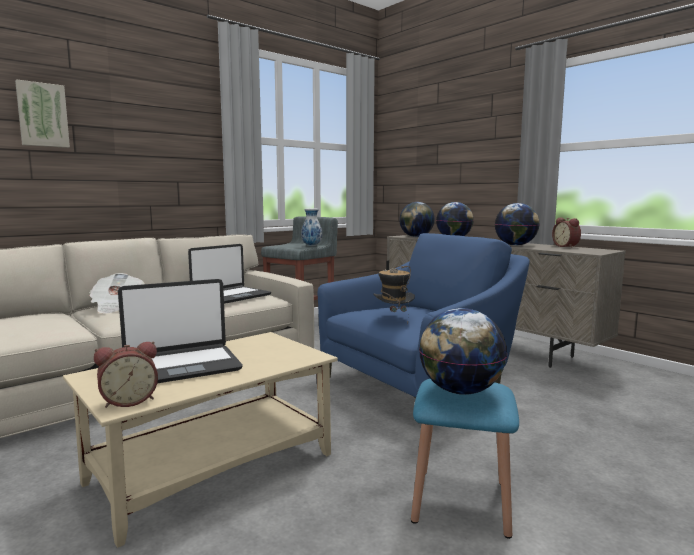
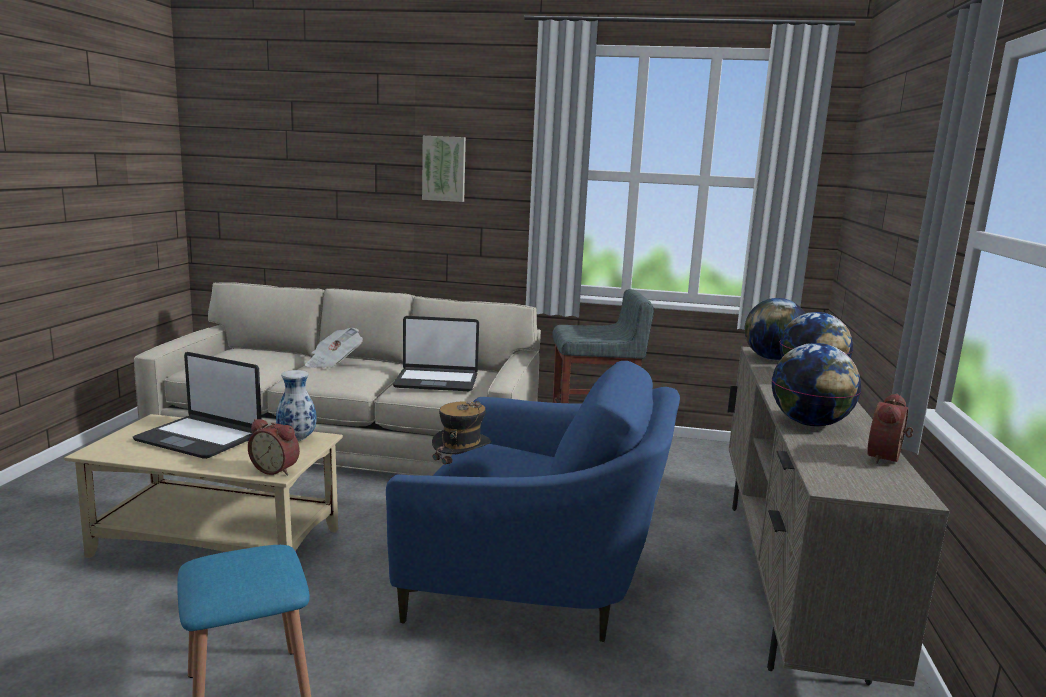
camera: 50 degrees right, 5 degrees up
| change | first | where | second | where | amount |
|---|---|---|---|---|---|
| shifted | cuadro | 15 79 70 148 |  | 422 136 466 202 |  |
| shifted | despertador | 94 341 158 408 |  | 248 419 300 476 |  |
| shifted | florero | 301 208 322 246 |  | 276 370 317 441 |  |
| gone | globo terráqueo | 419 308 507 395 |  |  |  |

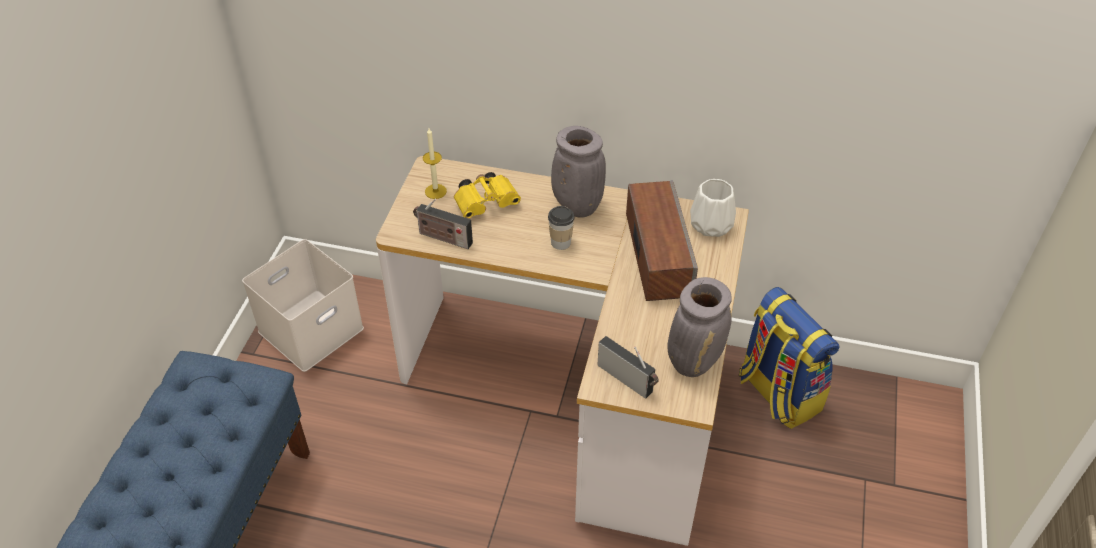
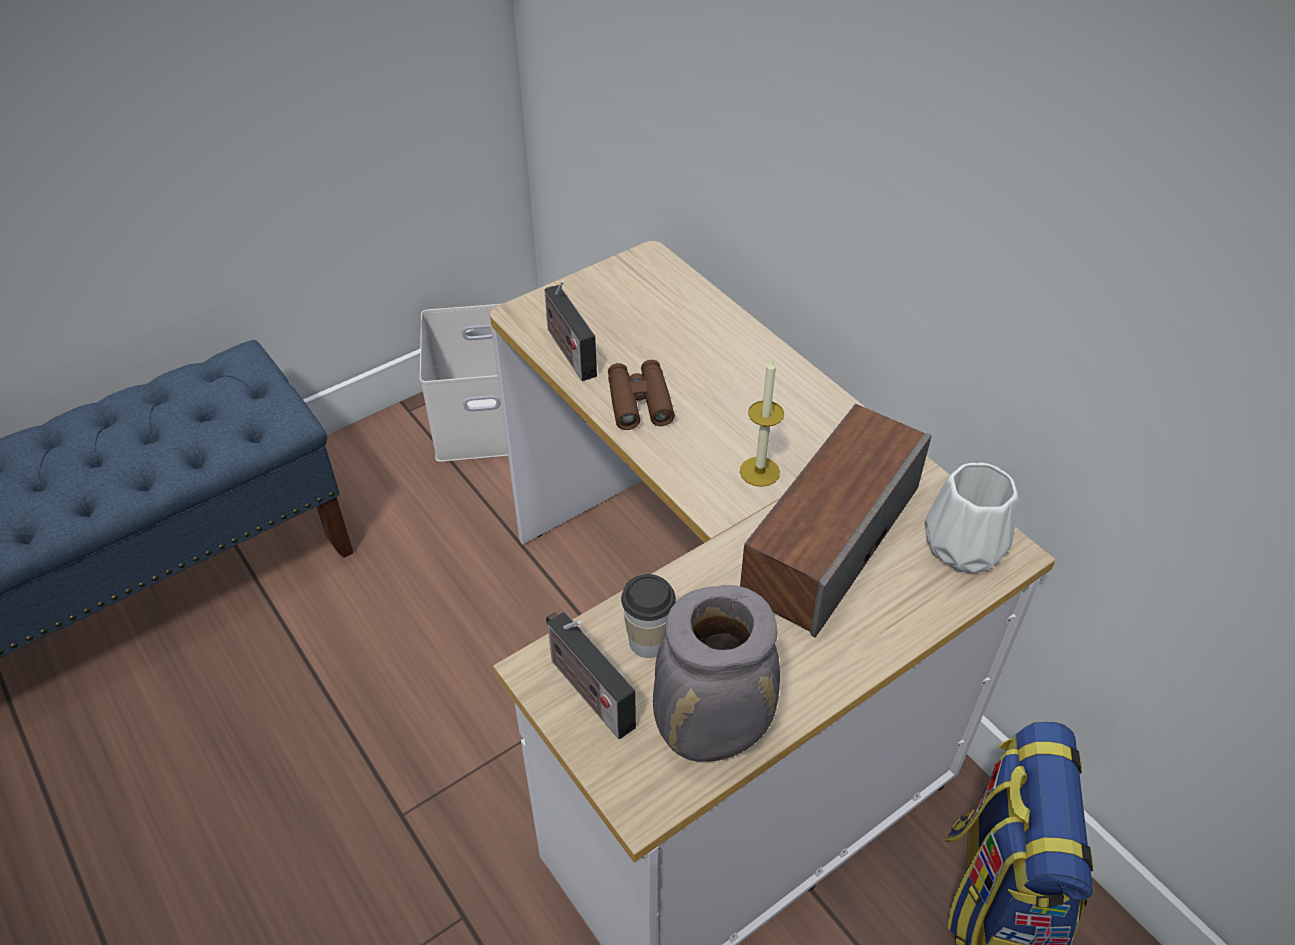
camera: 40 degrees right, 0 degrees up
| change | first | where | second | where | amount |
|---|---|---|---|---|---|
| shifted | vela | 423 128 447 199 |  | 740 359 784 487 |  |
| gone | prismáticos/amarillo | 454 172 521 219 |  |  |  |
| shifted | taza | 548 206 575 250 |  | 621 574 676 658 |  |
| gone | florero/gris | 551 126 606 218 |  |  |  |
| rotated | radio | 598 336 659 399 |  | 546 612 636 739 | 150 degrees clockwise |
| new |  |  | prismáticos/marrón | 608 360 675 430 |  |

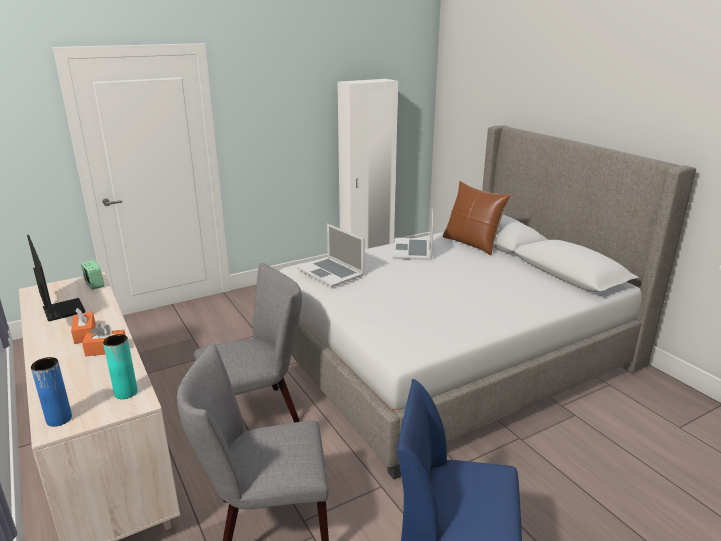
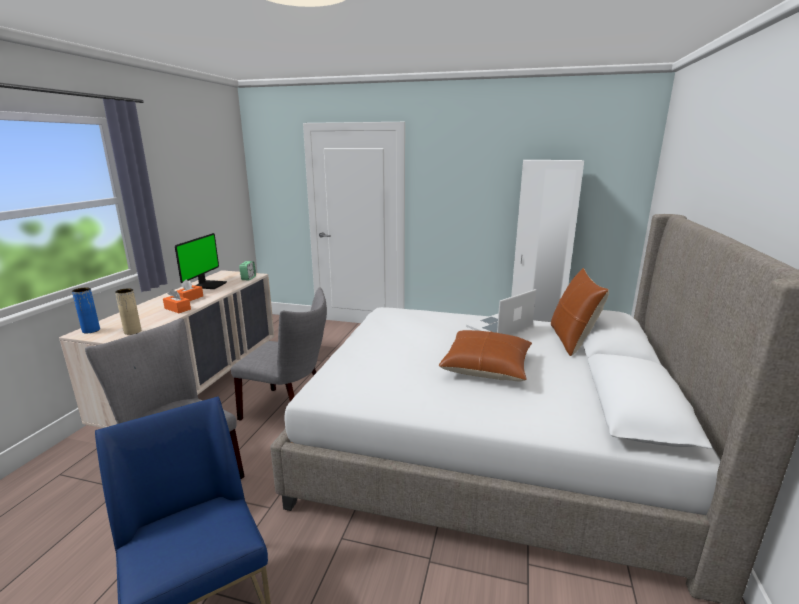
camera: 45 degrees right, 5 degrees down
| change | first | where | second | where | amount |
|---|---|---|---|---|---|
| repainted | florero/turquesa | 103 334 138 399 | florero/beis | 115 288 141 335 |  |
| gone | portátil | 297 224 364 287 |  |  |  |
| new |  |  | cojín/marrón | 439 330 532 381 |  |

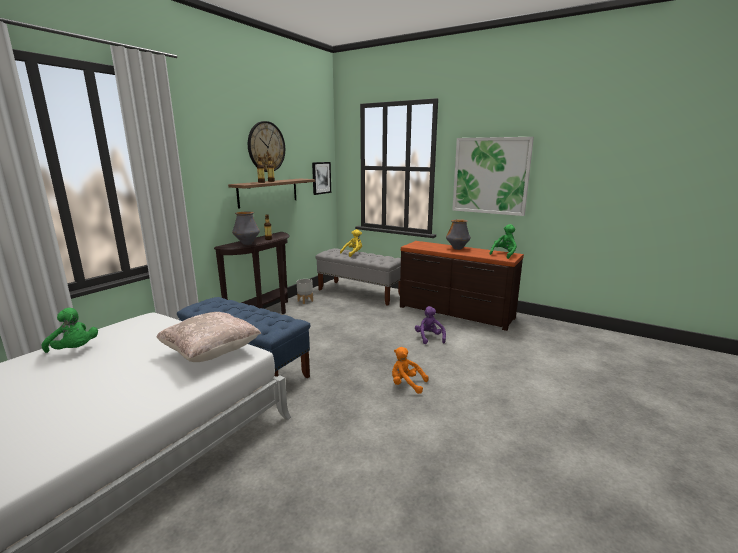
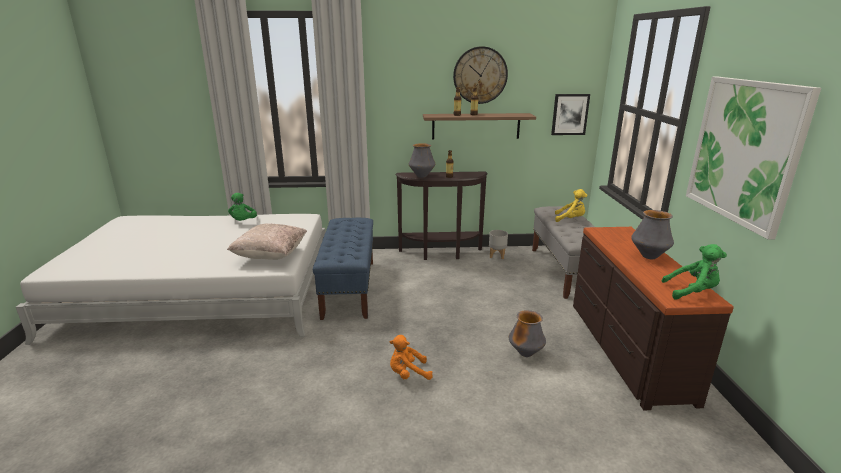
camera: 55 degrees right, 5 degrees up
| change | first | where | second | where | amount |
|---|---|---|---|---|---|
| rotated | peluche/naranja | 392 347 429 394 |  | 390 335 433 380 | 90 degrees counterclockwise |
| swapped | peluche/morado | 415 306 446 344 | florero | 509 310 546 357 |  |

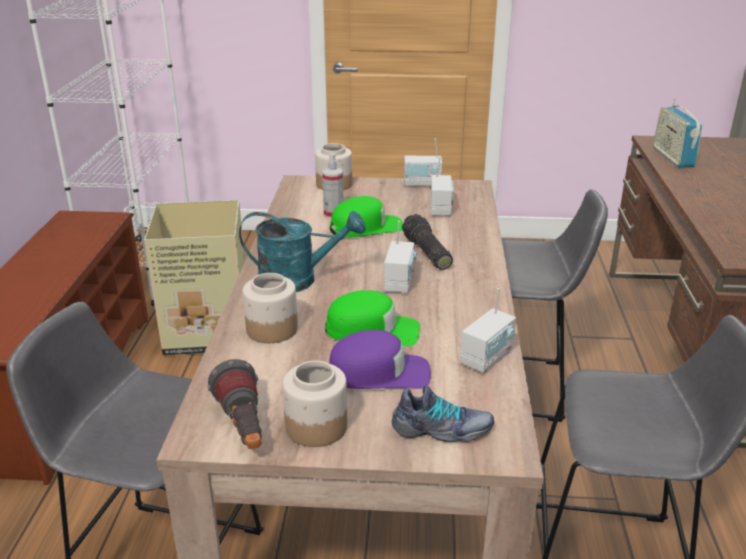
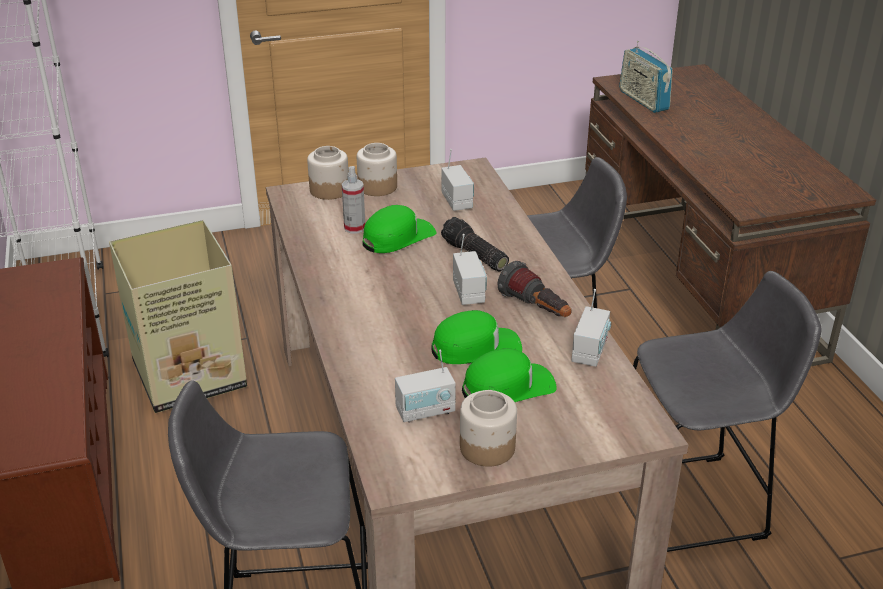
camera: 20 degrees left, 5 degrees up
| change | first | where | second | where | amount |
|---|---|---|---|---|---|
| shifted | linterna | 208 359 262 449 |  | 497 261 572 317 |  |
| gone | regadera/turquesa | 239 211 365 292 |  |  |  |
| shifted | tarro | 243 273 298 343 |  | 357 143 397 196 |  |
| repainted | gorra/morado | 329 330 431 389 | gorra/verde | 462 348 557 402 |  |
| gone | zapato | 392 385 494 442 |  |  |  |
| shifted | radio | 404 138 442 187 |  | 395 349 456 422 |  |

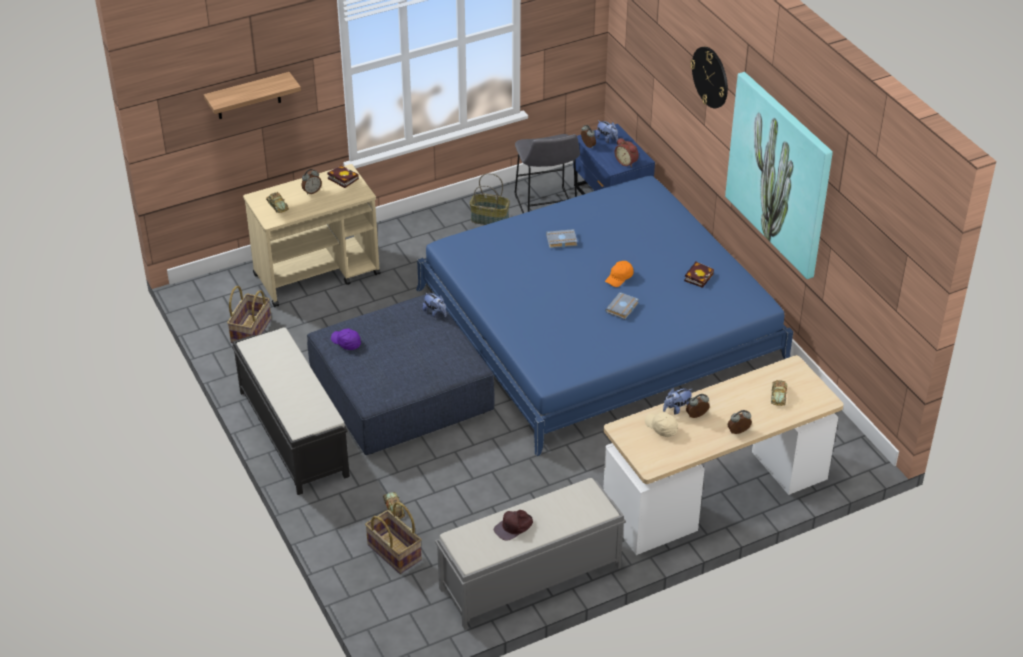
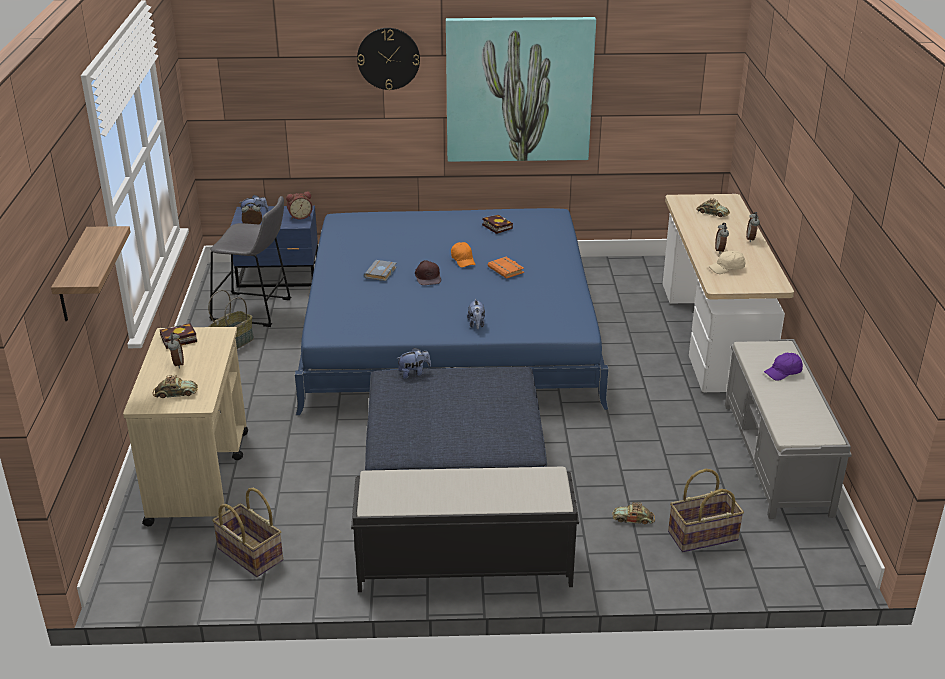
camera: 65 degrees left, 10 degrees down
| change | first | where | second | where | amount |
|---|---|---|---|---|---|
| shifted | gorra/morado | 331 328 361 350 |  | 764 353 803 381 |  |
| shifted | gorra/marrón | 494 510 533 541 |  | 415 260 441 285 |  |
| repainted | libro/gris | 605 292 639 319 | libro/naranja | 488 257 524 279 |  |
| shifted | peluche | 663 388 692 414 |  | 467 298 485 330 |  |

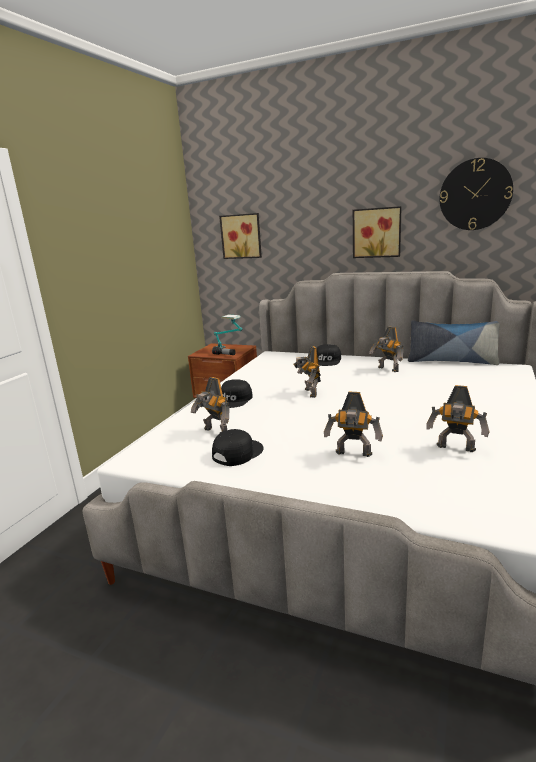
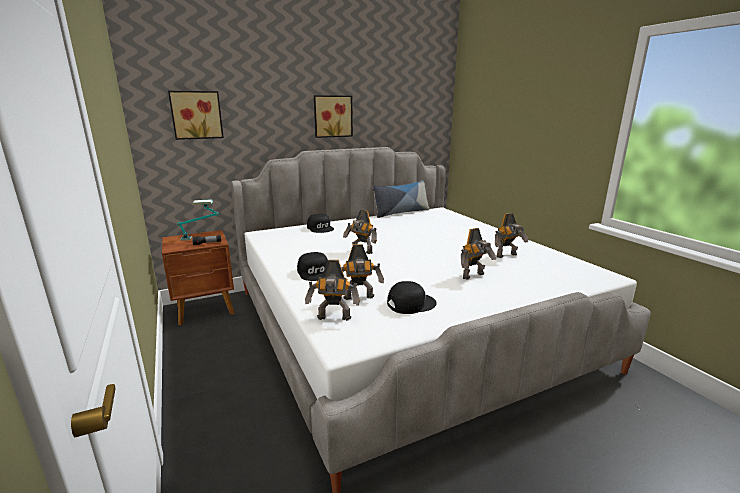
camera: 50 degrees left, 0 degrees up
| change | first | where | second | where | amount |
|---|---|---|---|---|---|
| rotated | gorra/negro | 212 429 264 466 |  | 387 281 437 314 | 75 degrees clockwise |
| shifted | robot de juguete | 369 327 403 372 |  | 305 260 360 321 |  |
| gone | reloj de pared | 440 158 513 230 |  |  |  |

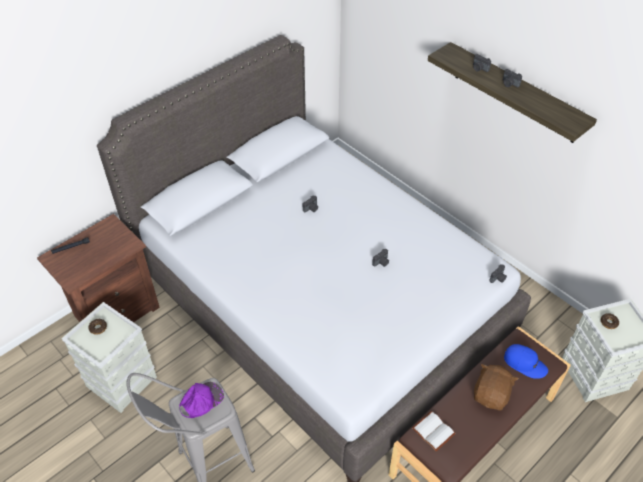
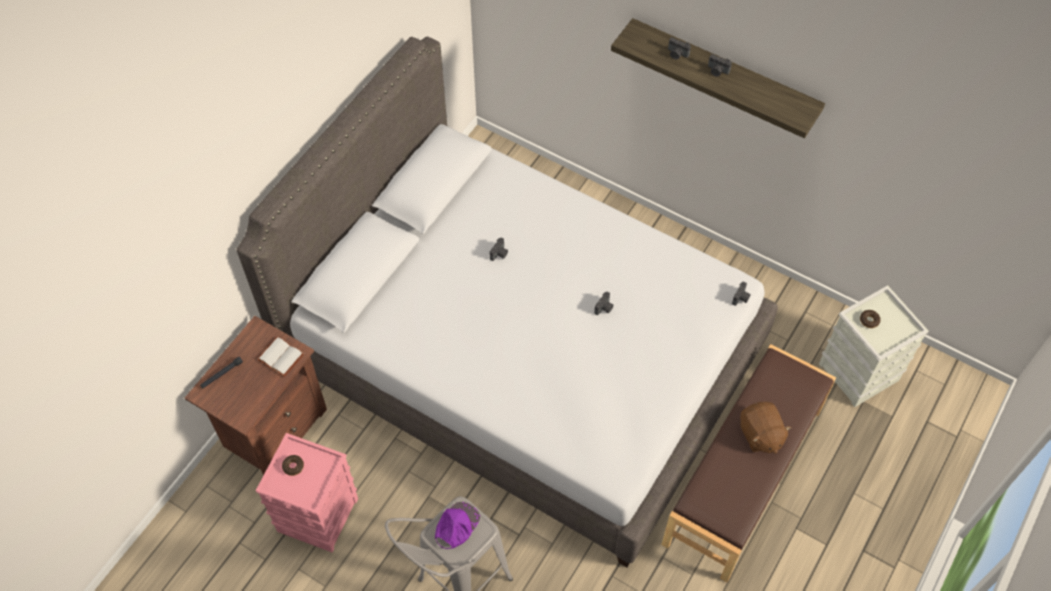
camera: 15 degrees left, 10 degrees up
| change | first | where | second | where | amount |
|---|---|---|---|---|---|
| repainted | caja de almacenaje/gris | 61 302 157 413 | caja de almacenaje/rosa | 256 433 358 552 |  |
| shifted | libro/blanco | 412 411 456 451 |  | 257 337 304 377 |  |
| rotated | peluche/marrón | 474 364 518 411 |  | 740 402 792 454 | 150 degrees clockwise |
| gone | gorra/azul | 504 344 548 379 |  |  |  |

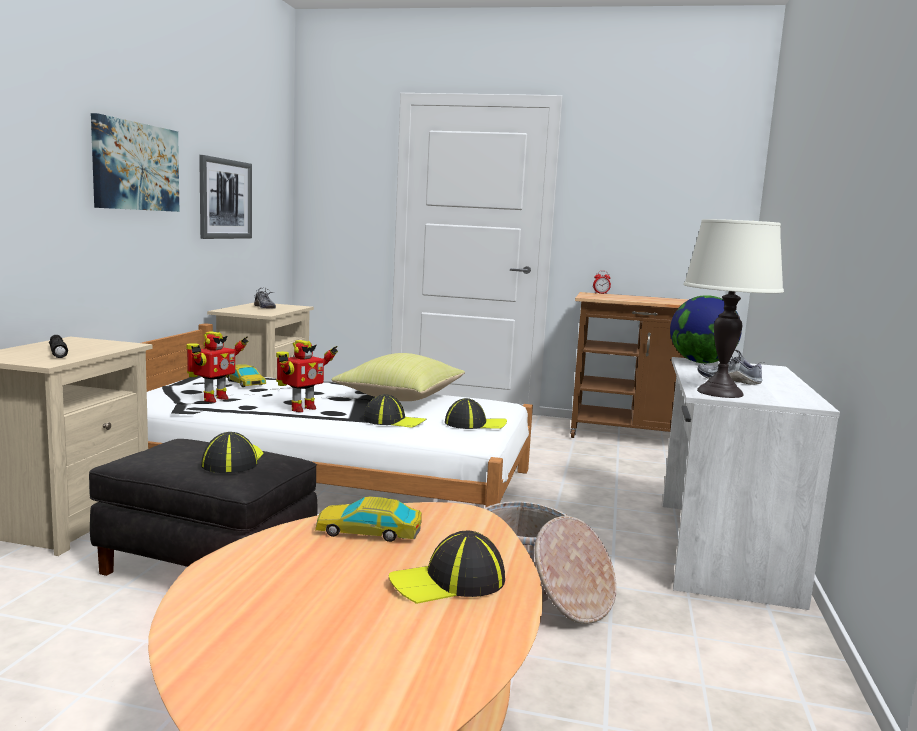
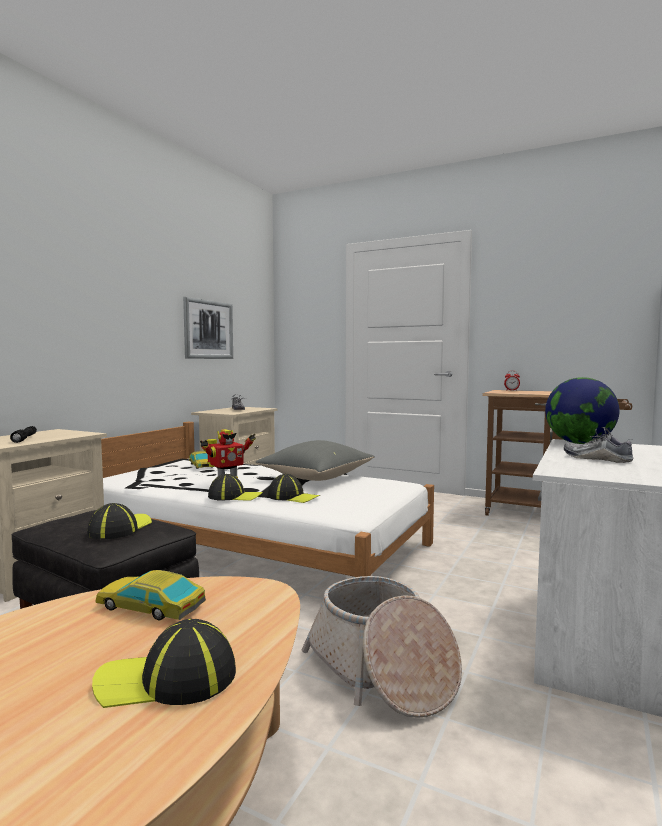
camera: 15 degrees right, 5 degrees down
| change | first | where | second | where | amount |
|---|---|---|---|---|---|
| gone | cuadro | 91 113 179 212 |  |  |  |
| gone | robot de juguete | 186 331 249 403 |  |  |  |
| repainted | cojín/amarillo | 332 353 465 401 | cojín/gris | 256 440 375 481 |  |
| shifted | gorra | 445 398 507 429 |  | 208 474 263 501 |  |
| gone | lámpara de mesa/blanco | 683 219 784 398 |  |  |  |

